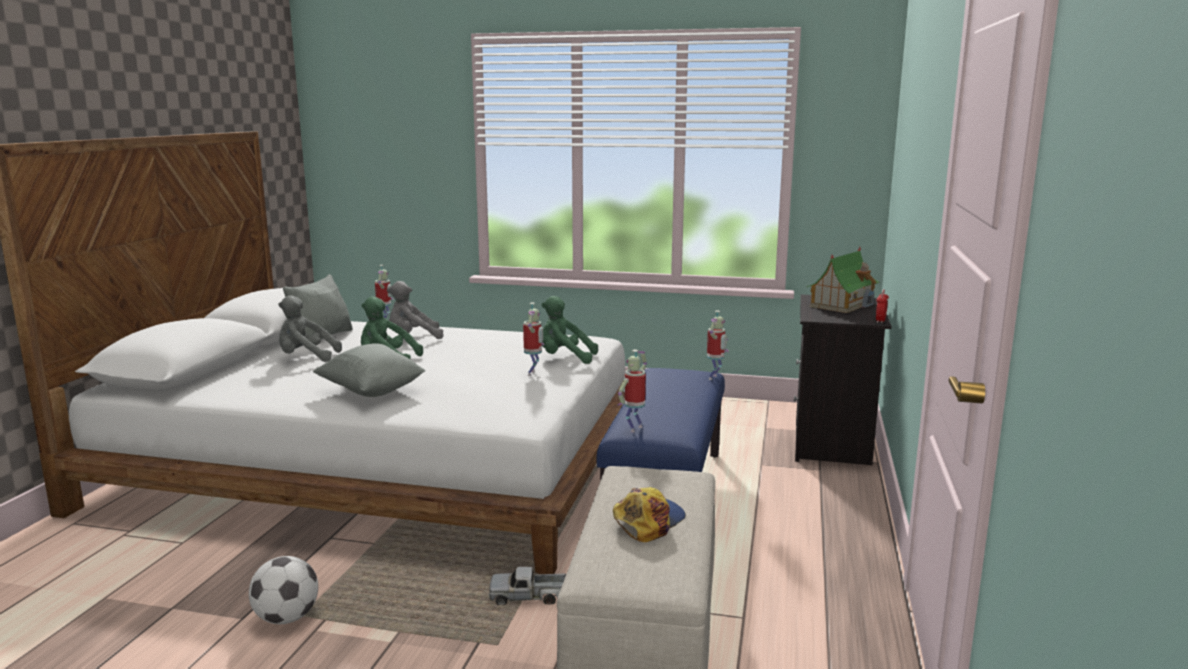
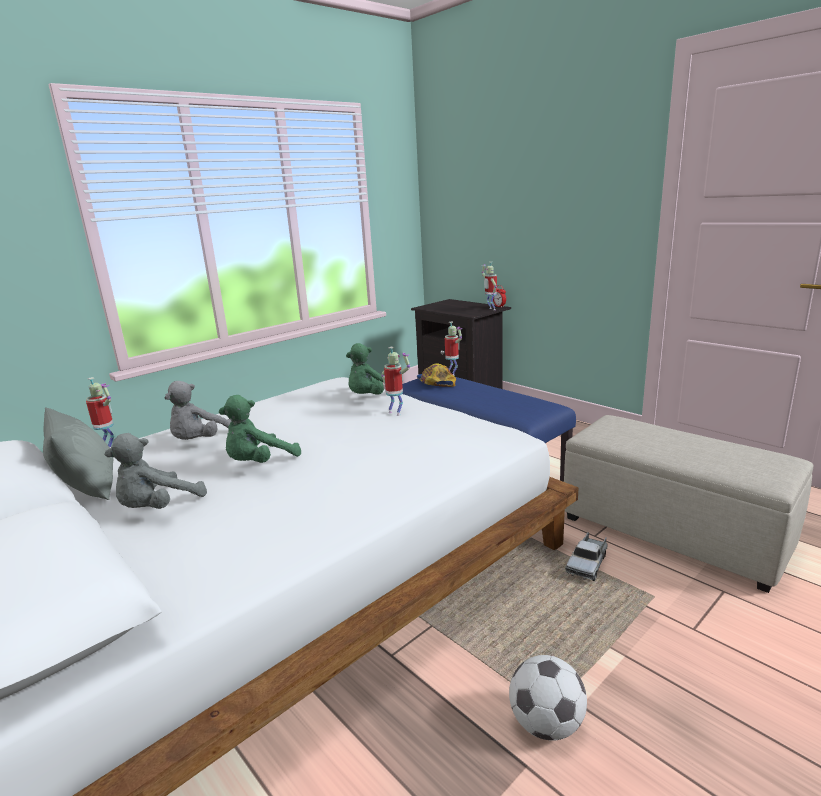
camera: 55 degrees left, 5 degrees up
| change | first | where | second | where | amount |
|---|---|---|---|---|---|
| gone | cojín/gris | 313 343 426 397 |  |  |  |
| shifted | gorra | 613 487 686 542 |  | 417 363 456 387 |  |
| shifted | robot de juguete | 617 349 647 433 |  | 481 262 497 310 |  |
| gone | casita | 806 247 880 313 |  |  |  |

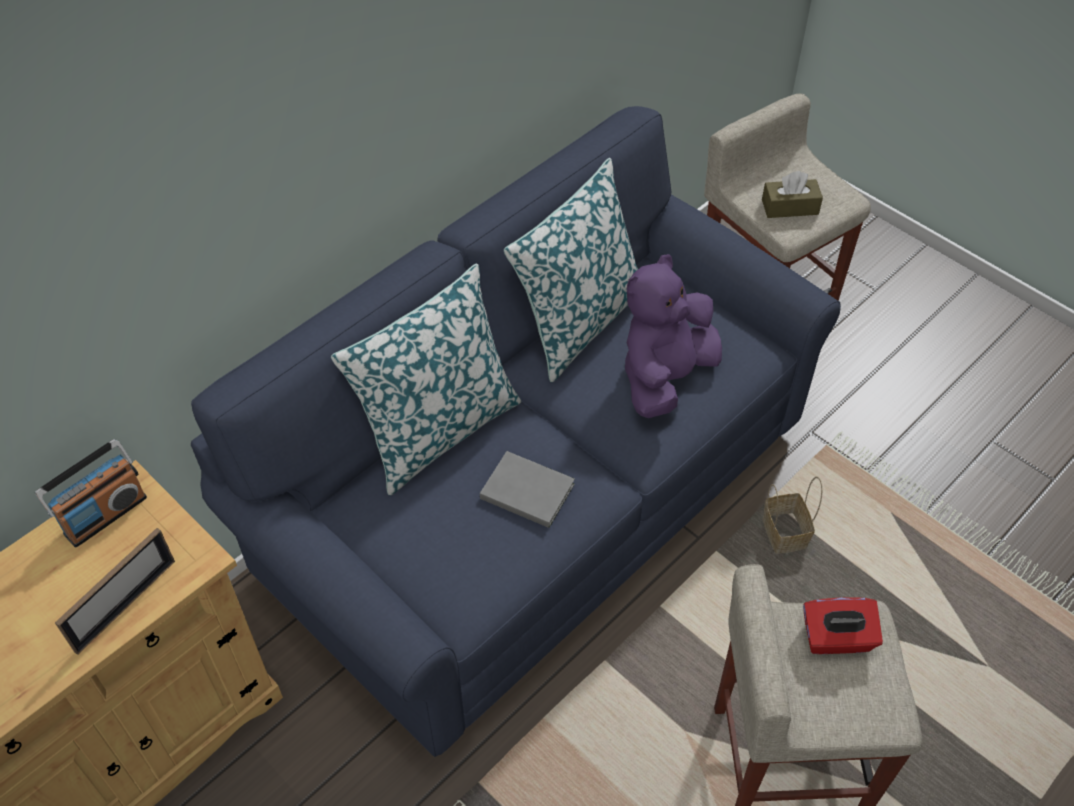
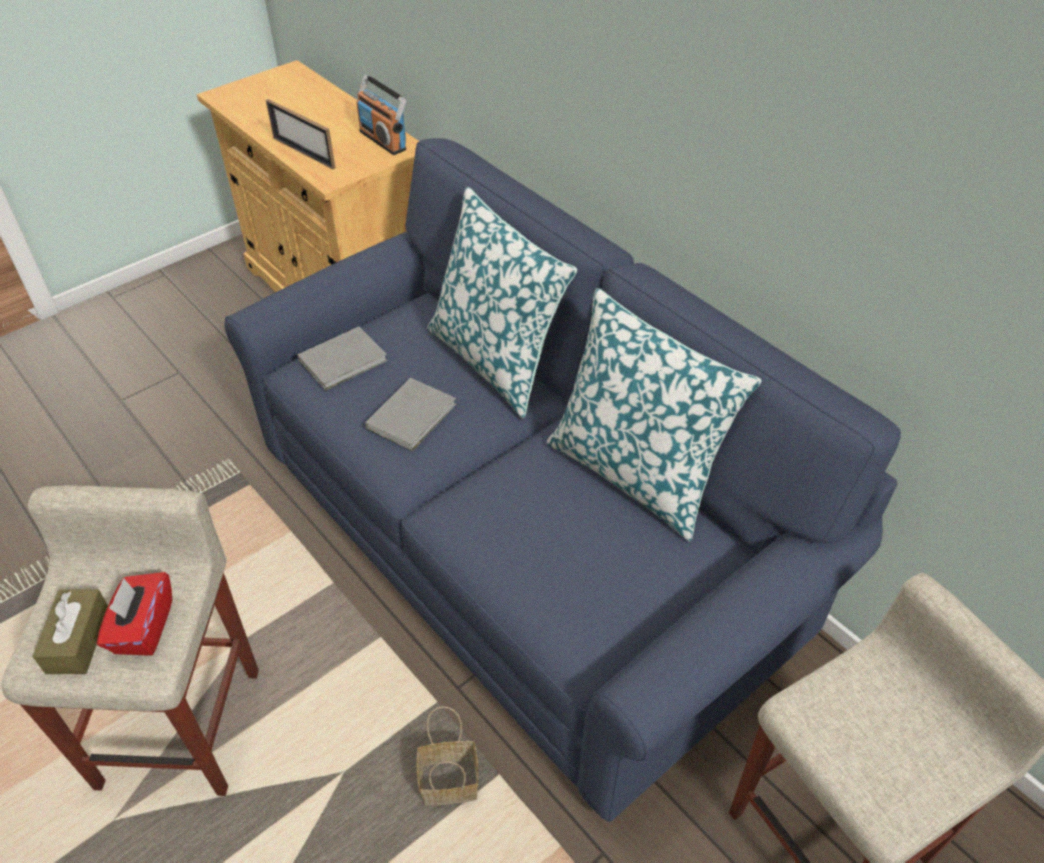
camera: 95 degrees right, 5 degrees down
| change | first | where | second | where | amount |
|---|---|---|---|---|---|
| gone | peluche/morado | 625 254 722 418 |  |  |  |
| shifted | caja de pañuelos/marrón | 762 171 823 218 |  | 32 589 108 674 |  |
| new |  |  | libro/gris | 298 327 388 391 |  |

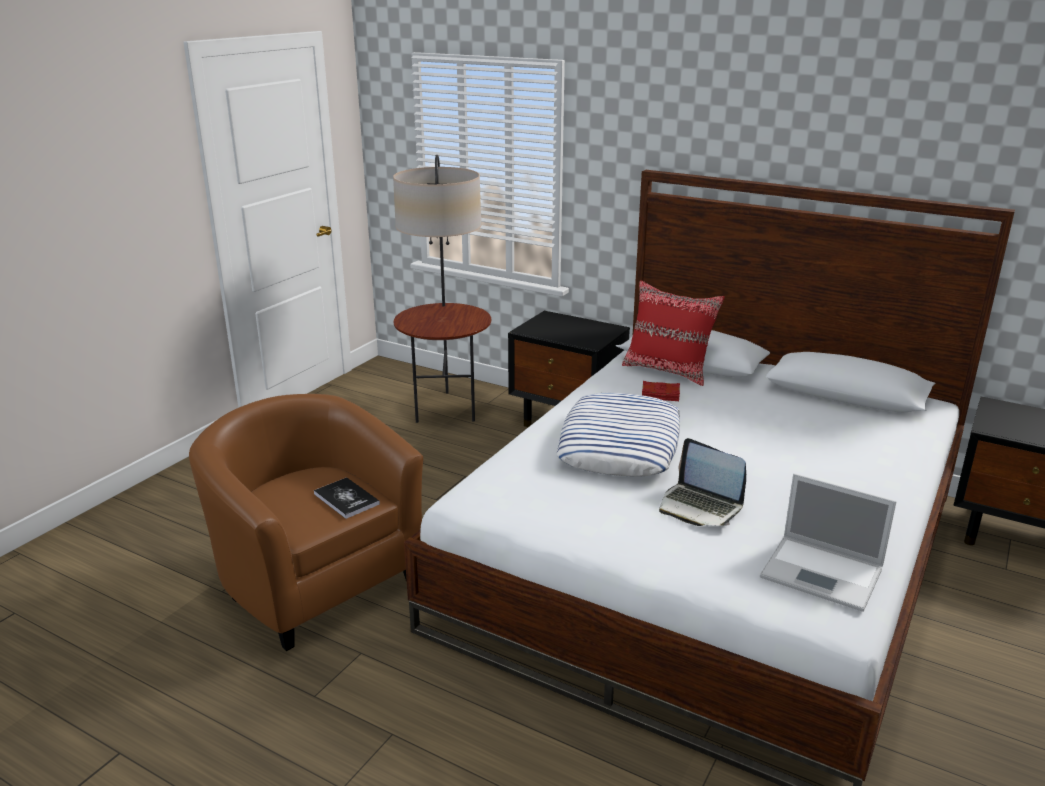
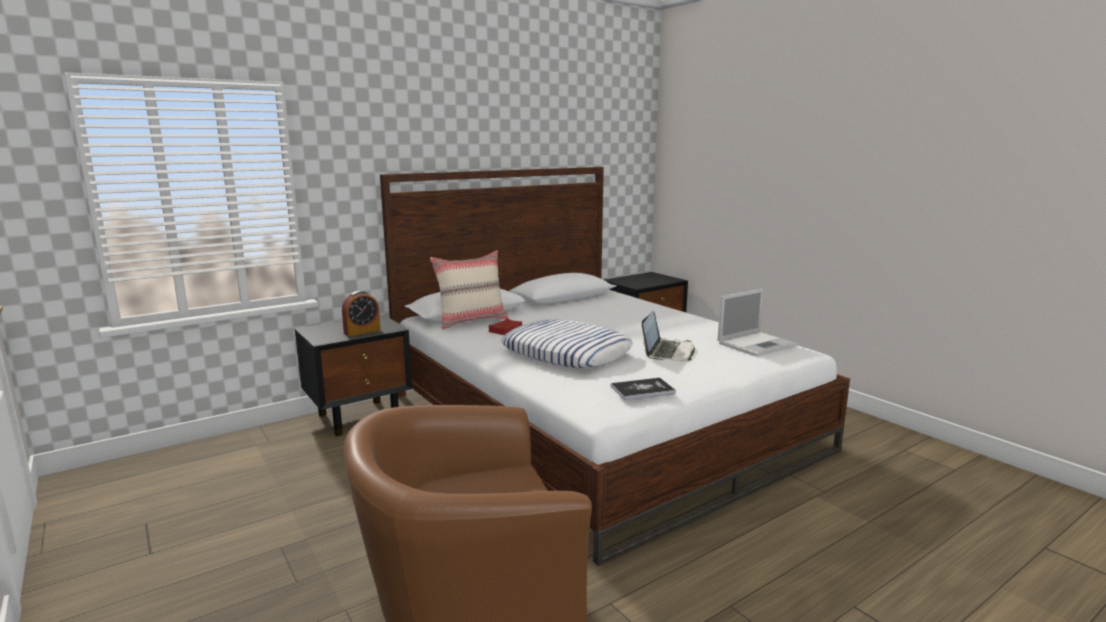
camera: 65 degrees left, 10 degrees down
| change | first | where | second | where | amount |
|---|---|---|---|---|---|
| shifted | libro | 314 477 380 519 |  | 611 378 676 400 |  |
| gone | lámpara de pie | 393 155 491 423 |  |  |  |
| repainted | cojín/rojo | 622 280 725 386 | cojín/beis | 430 250 509 330 |  |
| rotated | portátil | 659 438 746 526 |  | 642 311 695 361 | 45 degrees counterclockwise |
| new |  |  | despertador | 342 291 381 336 |  |

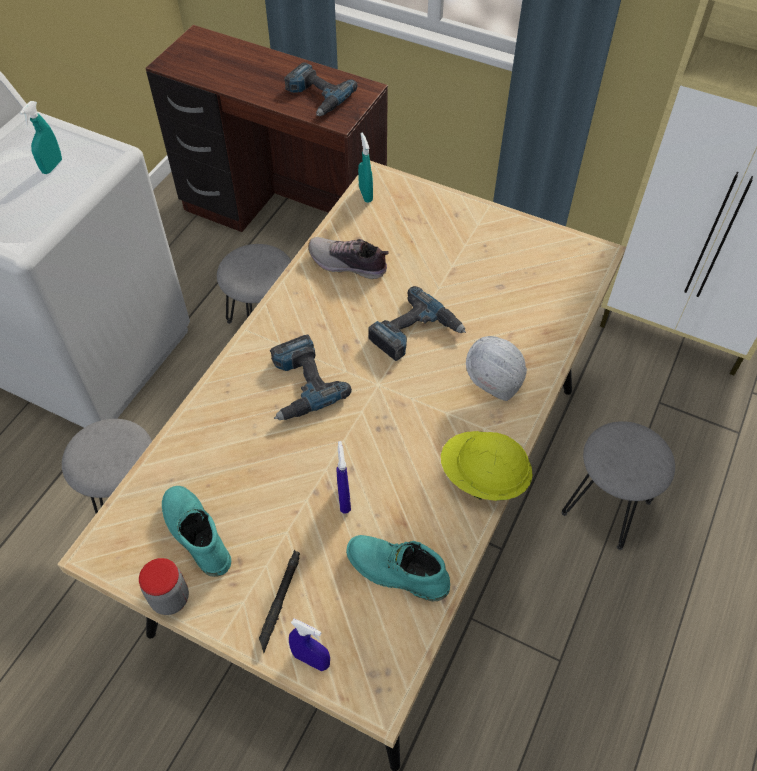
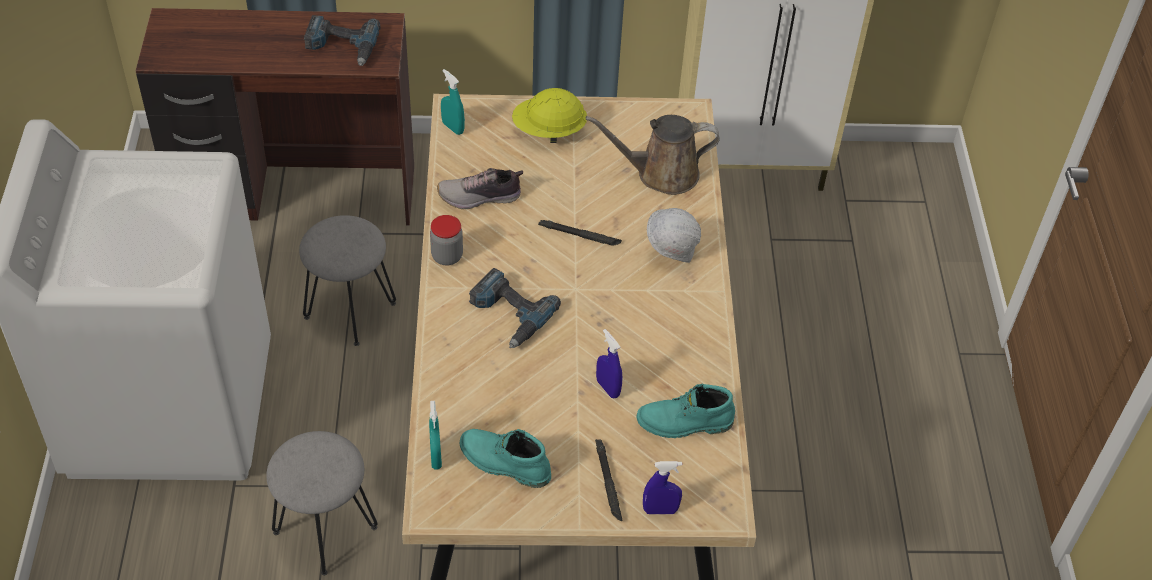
camera: 30 degrees left, 5 degrees down
| change | first | where | second | where | amount |
|---|---|---|---|---|---|
| shifted | pulverizador/turquesa | 20 101 62 174 |  | 429 401 442 470 |  |
| shifted | tarro | 139 558 189 615 |  | 430 215 463 265 |  |
| swapped | taladro | 368 286 466 361 | linterna/negro | 538 220 622 246 |  |
| shifted | casco/amarillo | 441 431 533 501 |  | 512 88 587 143 |  |
| gone | taburete/gris | 562 421 675 550 |  |  |  |
| new |  |  | regadera/marrón | 586 115 720 195 |  |

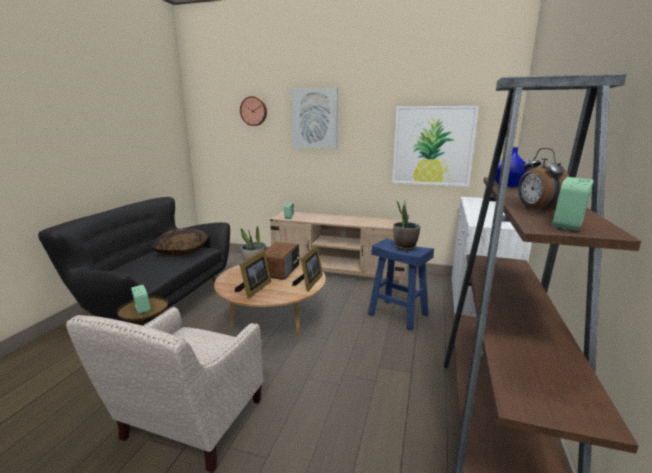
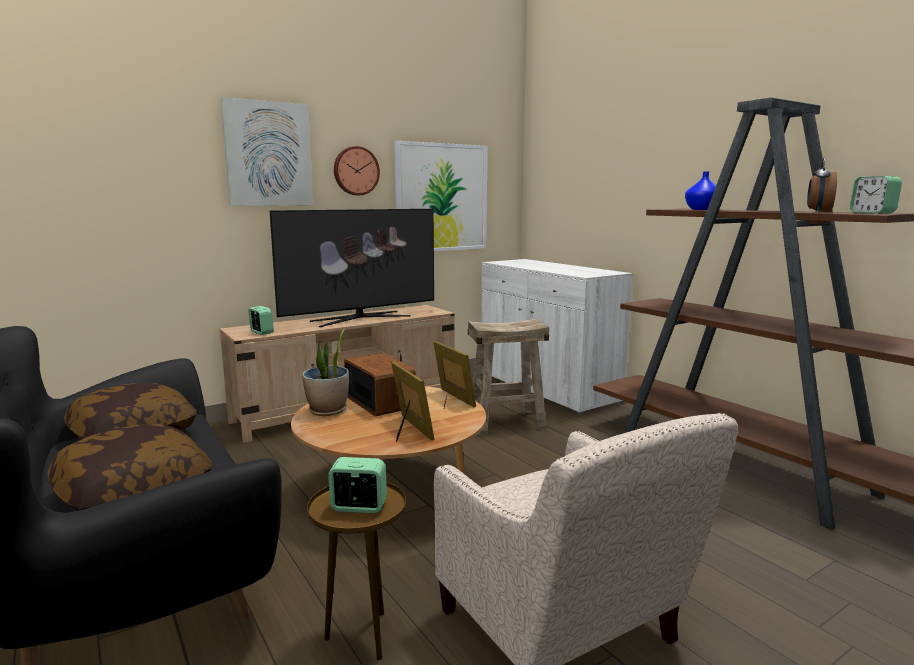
camera: 50 degrees left, 5 degrees down
| change | first | where | second | where | amount |
|---|---|---|---|---|---|
| shifted | reloj de pared | 240 96 267 126 |  | 334 146 380 195 |  |
| repainted | taburete/azul | 368 238 434 331 | taburete/beis | 467 319 549 435 |  |
| gone | planta en maceta | 393 201 420 250 |  |  |  |
| rotated | despertador | 518 148 569 214 |  | 807 158 837 212 | 90 degrees clockwise |
| new |  |  | cojín | 48 424 211 511 |  |
| new |  |  | televisor | 270 209 434 327 |  |

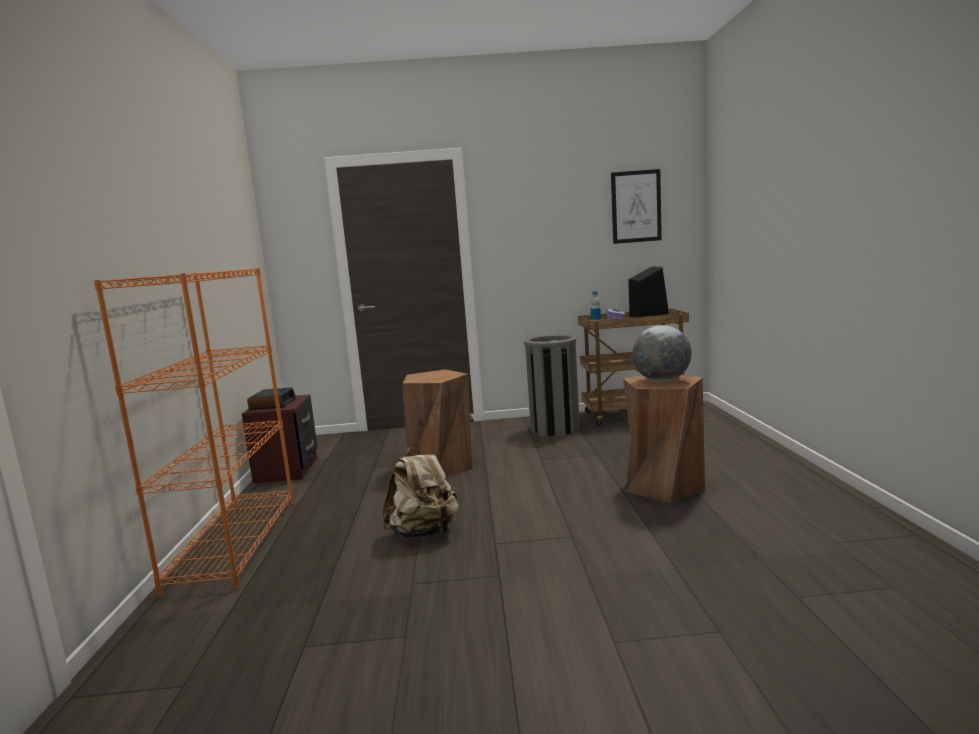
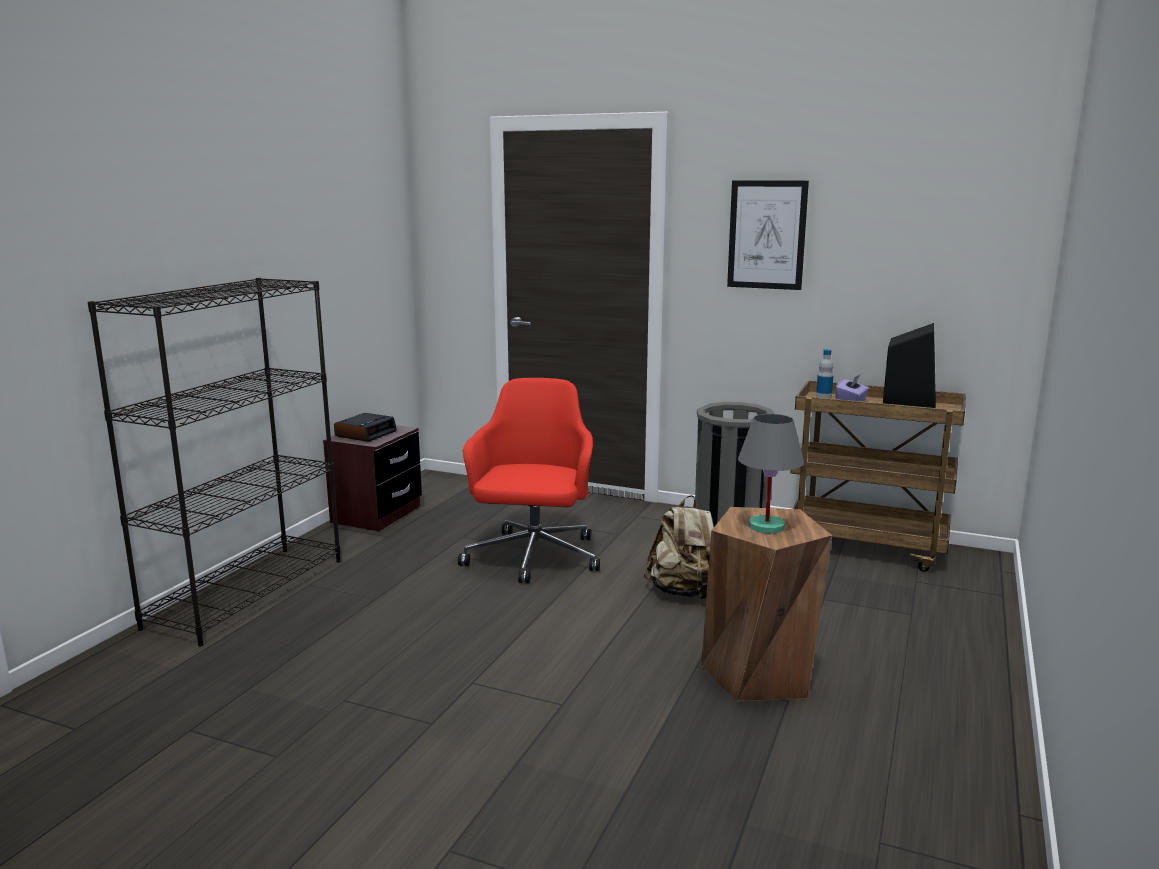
camera: 25 degrees right, 5 degrees up
| change | first | where | second | where | amount |
|---|---|---|---|---|---|
| repainted | estantería/naranja | 94 268 294 597 | estantería/negro | 88 278 341 647 |  |
| shifted | mochila/beis | 382 444 459 538 |  | 644 495 714 599 |  |
| swapped | taburete/marrón | 403 369 472 476 | silla de oficina/rojo | 458 378 600 584 |  |
| shifted | cuadro | 611 169 662 244 |  | 727 180 809 290 |  |
| swapped | globo terráqueo | 632 325 692 382 | lámpara de mesa/gris | 738 414 804 534 |  |

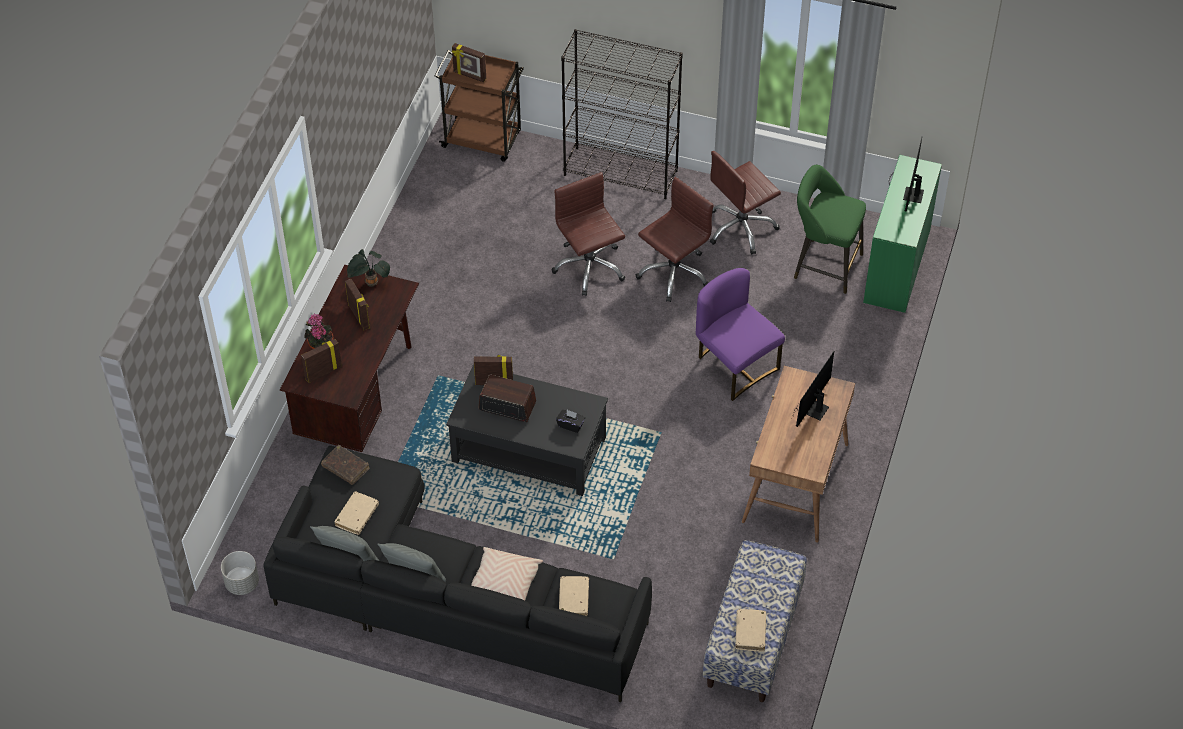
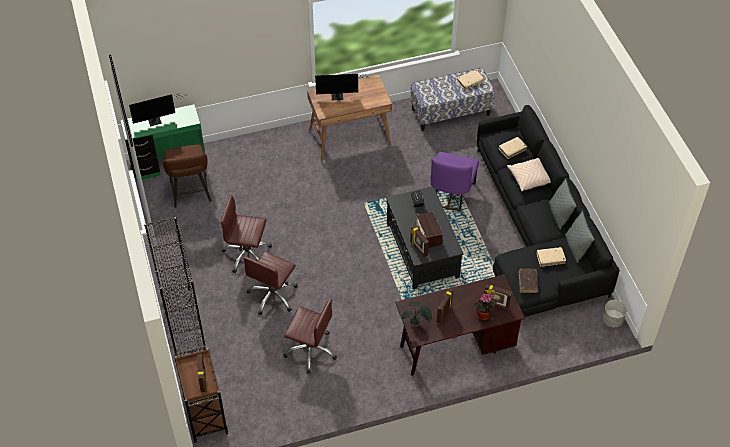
camera: 125 degrees left, 0 degrees up
| change | first | where | second | where | amount |
|---|---|---|---|---|---|
| shifted | silla/morado | 696 268 785 401 |  | 431 152 479 211 |  |
| shifted | silla de oficina/marrón | 710 151 781 255 |  | 283 299 337 374 |  |
| repainted | taburete/verde | 794 165 866 294 | taburete/marrón | 163 144 211 208 |  |

